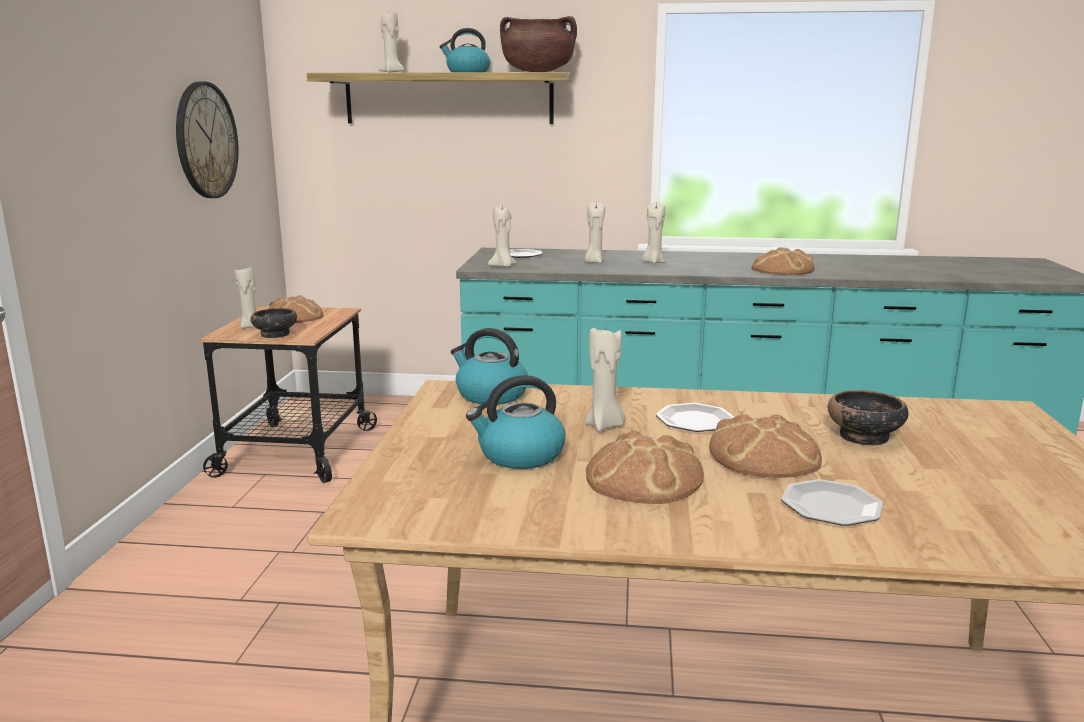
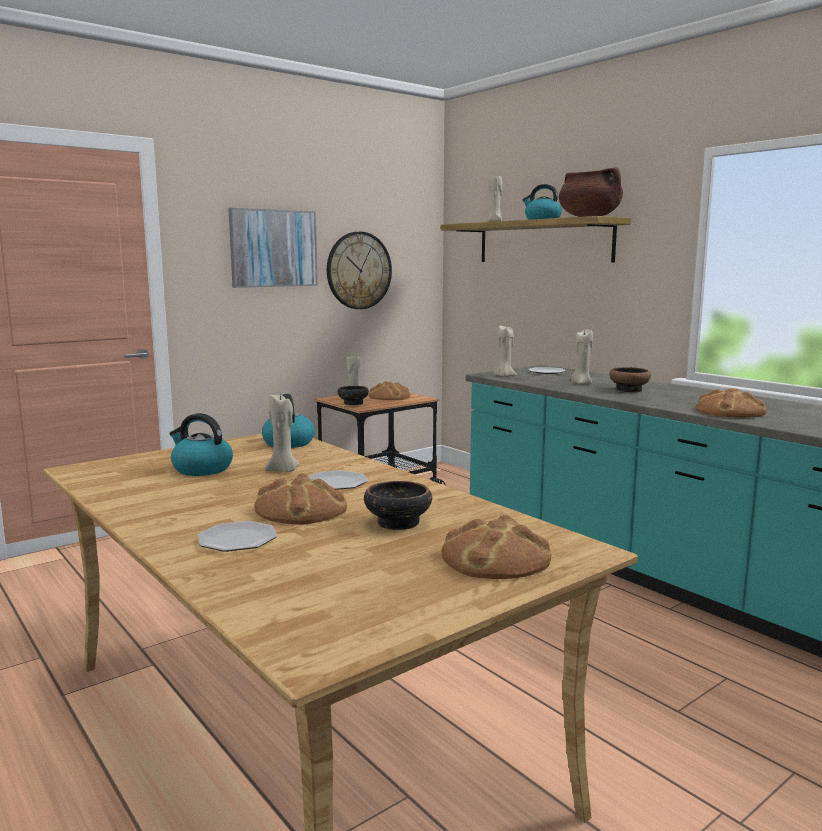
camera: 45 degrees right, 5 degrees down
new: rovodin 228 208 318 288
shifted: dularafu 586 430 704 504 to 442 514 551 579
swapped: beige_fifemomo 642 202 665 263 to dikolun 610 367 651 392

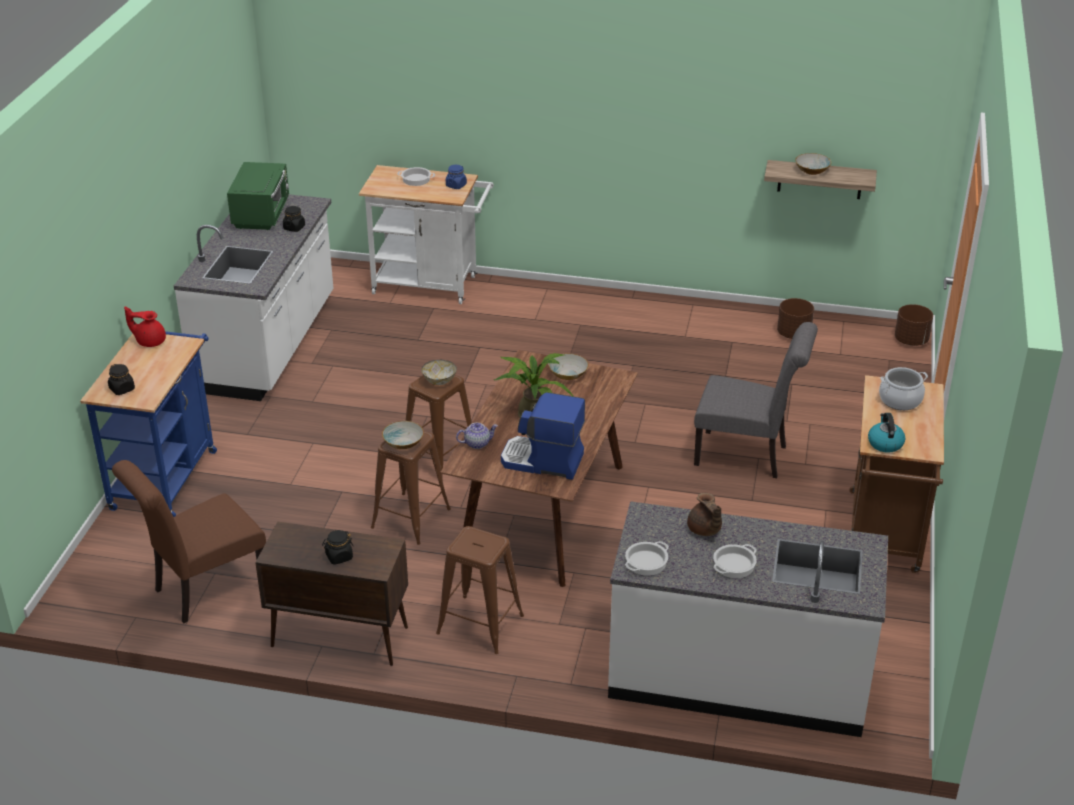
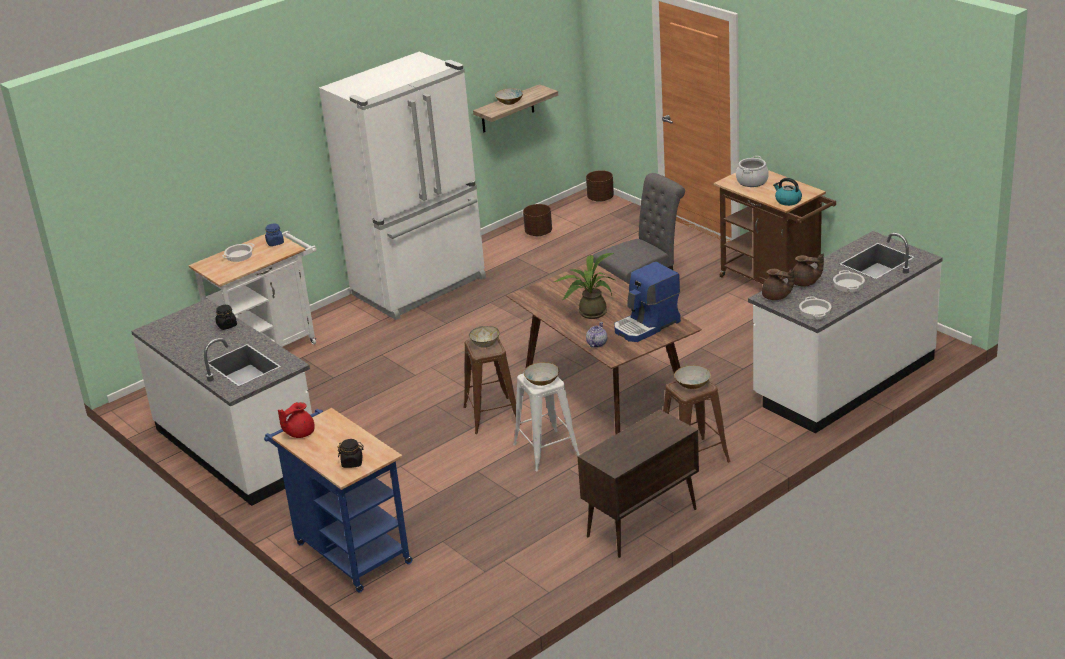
camera: 50 degrees left, 5 degrees down
gone: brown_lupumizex 112 460 266 623; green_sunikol 227 162 289 230; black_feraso 322 530 354 565
new: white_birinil 319 52 486 320; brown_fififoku 762 269 794 300
shifted: dikolun 549 353 589 380 to 674 365 711 389
repainted: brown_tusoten 371 431 451 545 to white_tusoten 513 373 580 471

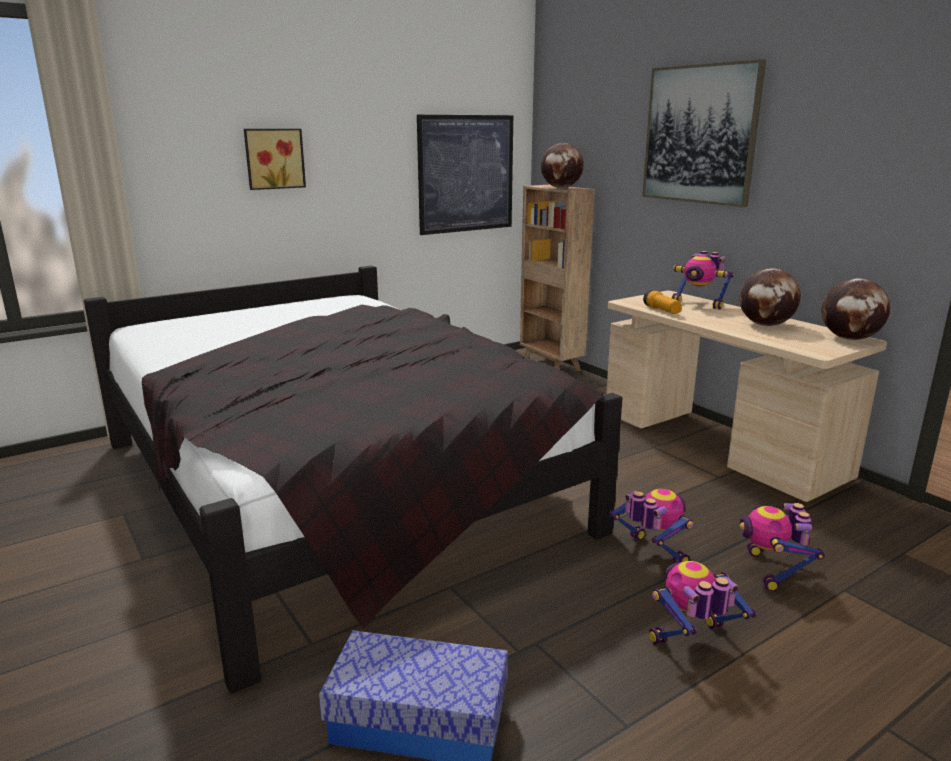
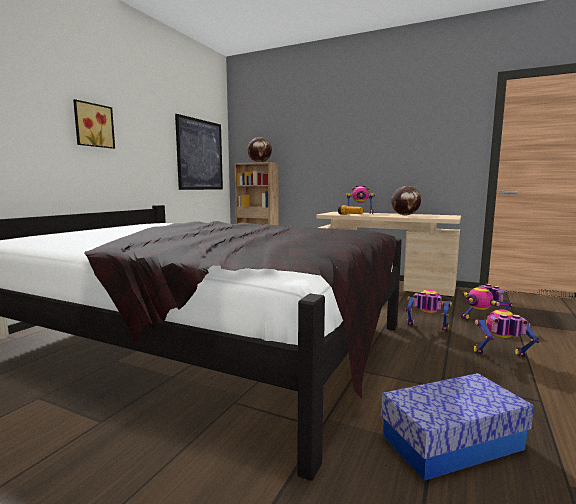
camera: 30 degrees left, 10 degrees down
gone: rovodin 642 59 766 207; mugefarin 822 279 890 340
rotated: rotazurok 649 561 756 645 = 474 309 540 357 60 degrees clockwise

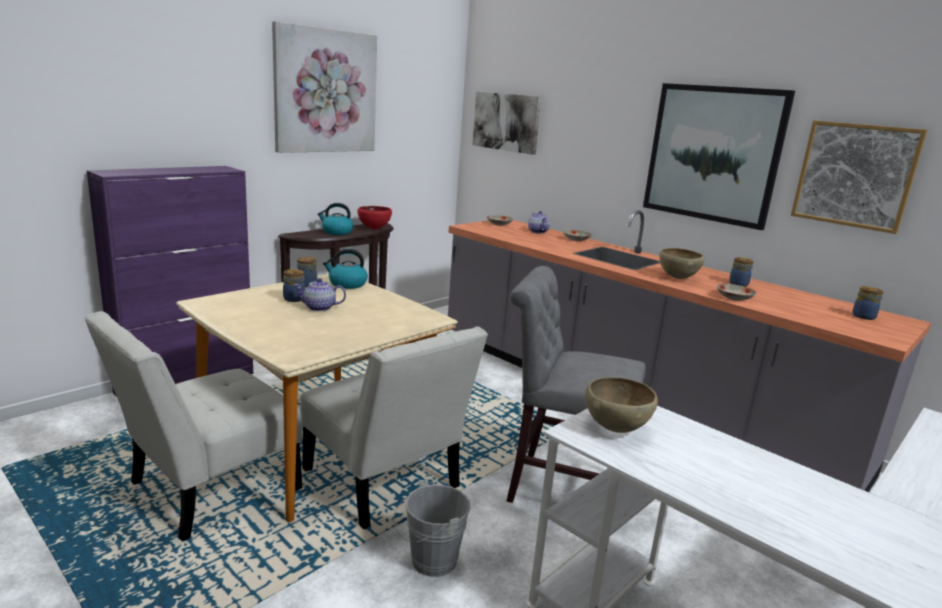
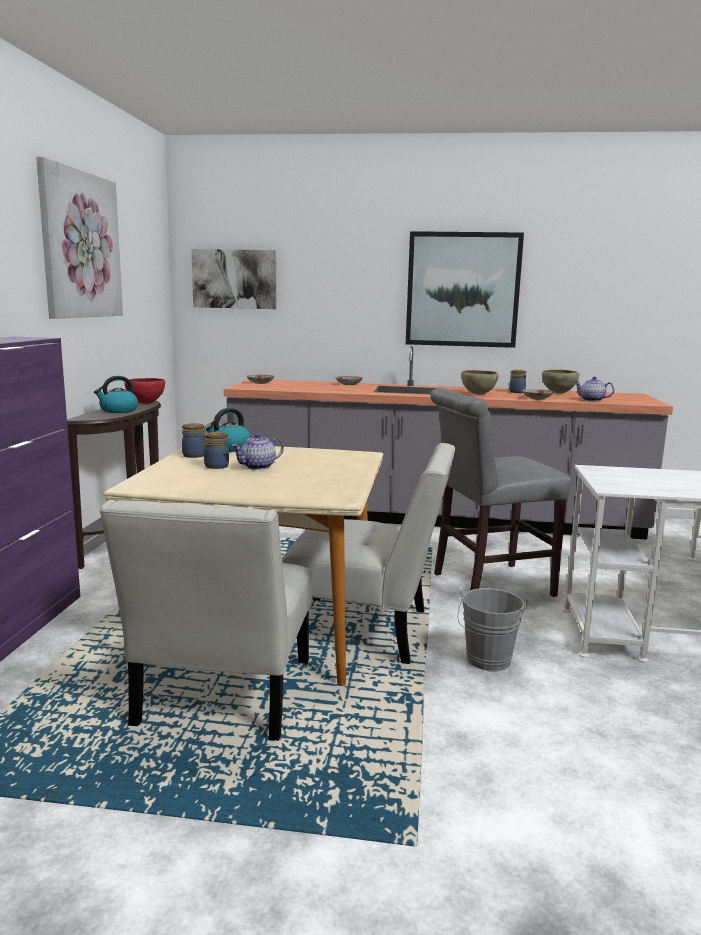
camera: 35 degrees left, 5 degrees down
gone: rovodin 791 120 928 234; feraso 853 286 883 320
shifted: fififoku 528 211 550 234 to 574 377 614 401; brown_dikolun 586 377 658 433 to 542 370 579 393

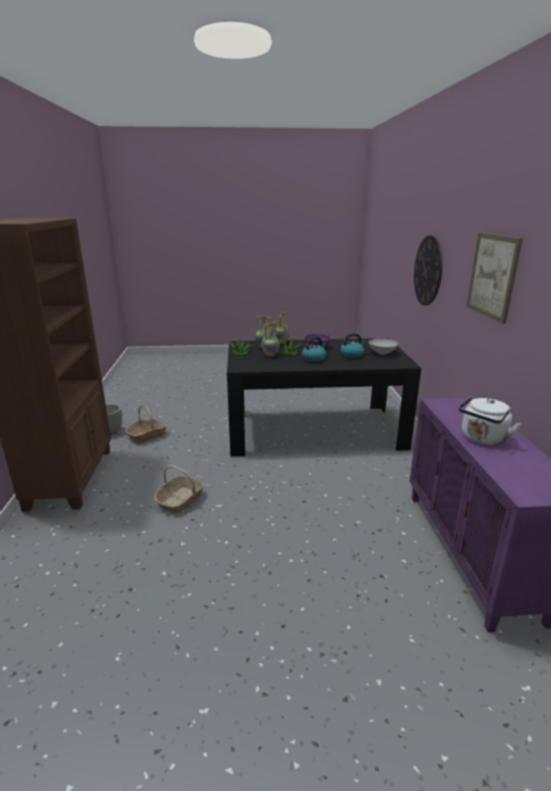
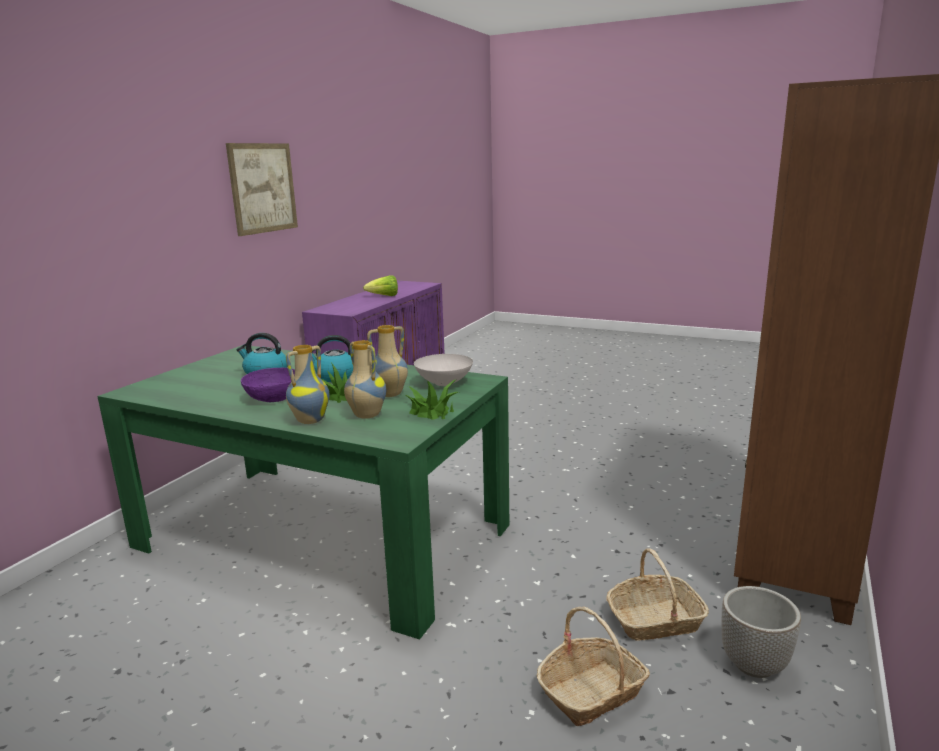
camera: 150 degrees left, 5 degrees down
gone: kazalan 414 235 443 305
shifted: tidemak 154 465 204 513 to 537 607 650 726; white_dikolun 369 338 399 355 to 414 354 473 386
swapped: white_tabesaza 459 396 522 445 to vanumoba 363 275 398 296
repainted: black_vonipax 227 338 421 456 to green_vonipax 97 345 509 640

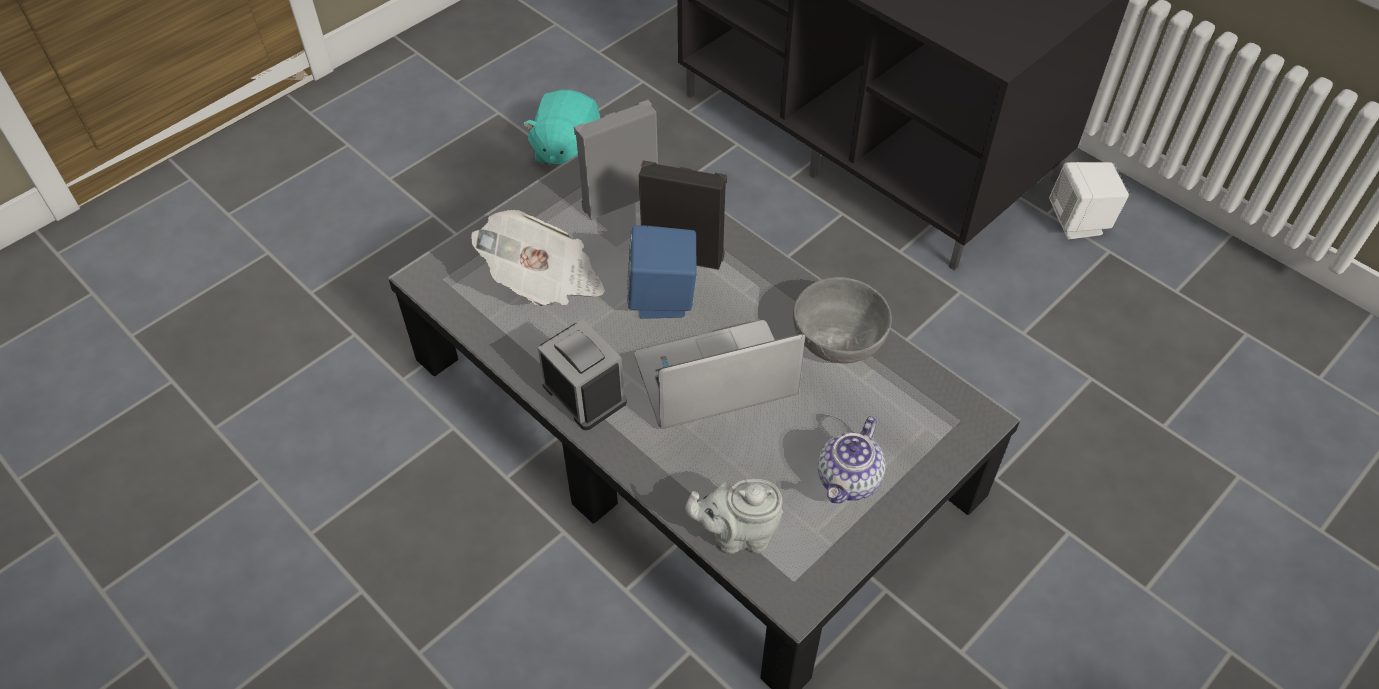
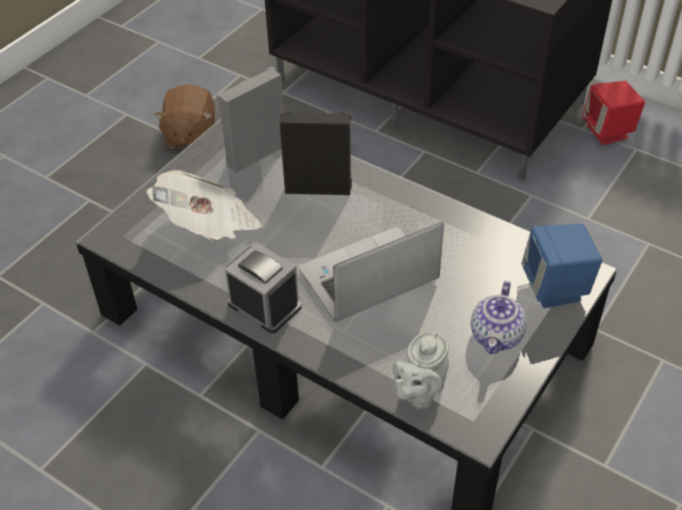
camera: 10 degrees left, 5 degrees down
gone: grey_dikolun 793 277 892 364
shifted: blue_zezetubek 627 225 697 319 to 522 224 602 308
repainted: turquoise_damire 523 90 600 165 to brown_damire 154 84 215 148; white_zezetubek 1049 162 1129 239 to red_zezetubek 582 81 645 145
rotated: grey_fififoku 685 479 783 554 = 393 332 449 410 45 degrees counterclockwise

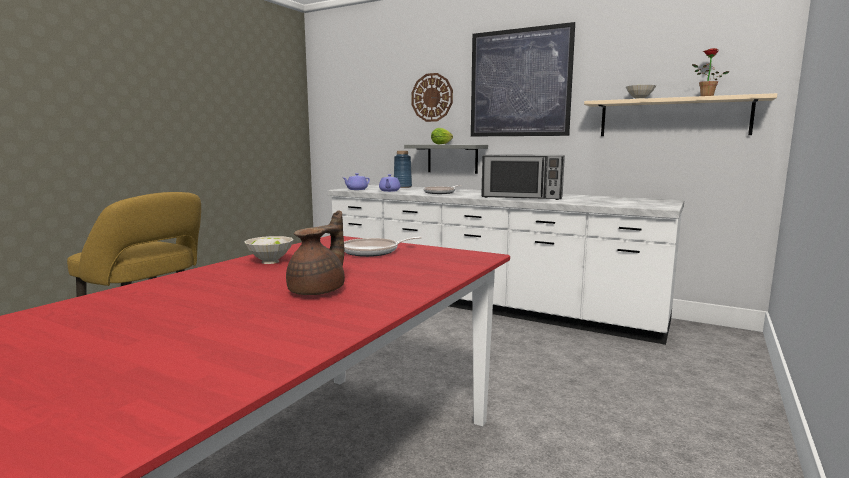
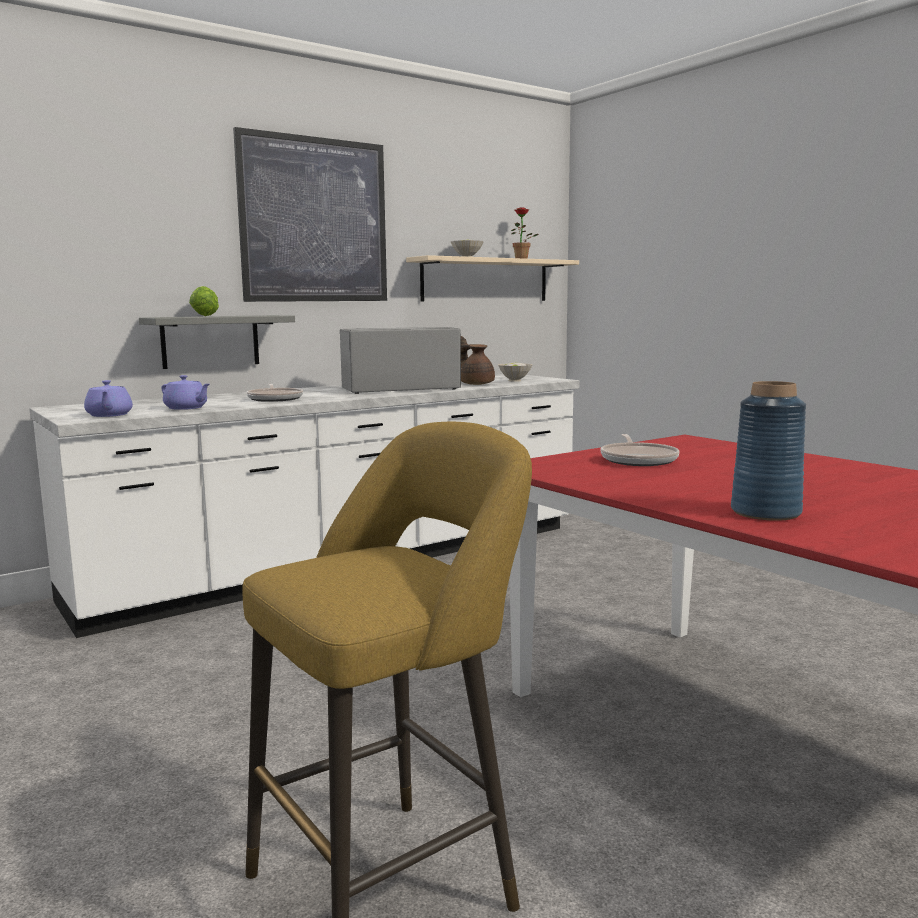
camera: 65 degrees left, 0 degrees up
gone: kazalan 412 73 453 122
shifted: white_dikolun 244 236 294 264 to 498 363 532 382; brown_fififoku 286 210 345 295 to 461 336 495 385; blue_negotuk 394 151 412 188 to 731 381 806 521
rotated: sunikol 481 154 565 200 = 340 327 461 394 150 degrees counterclockwise

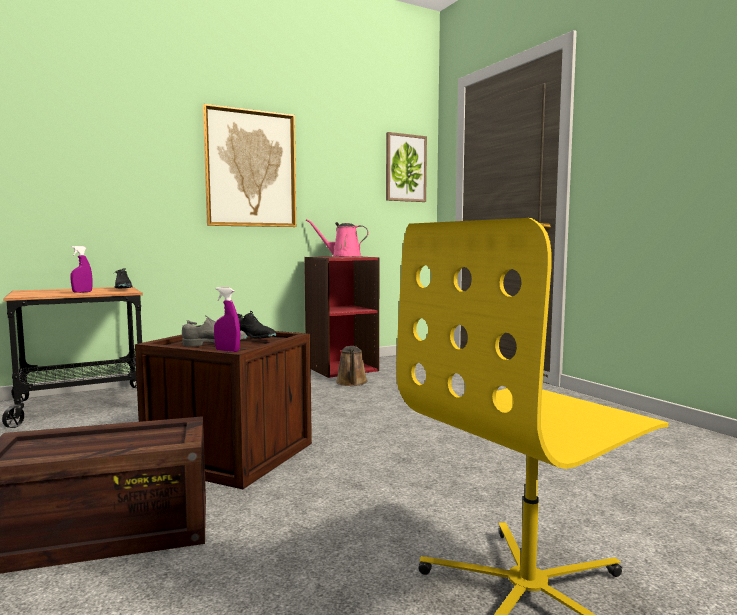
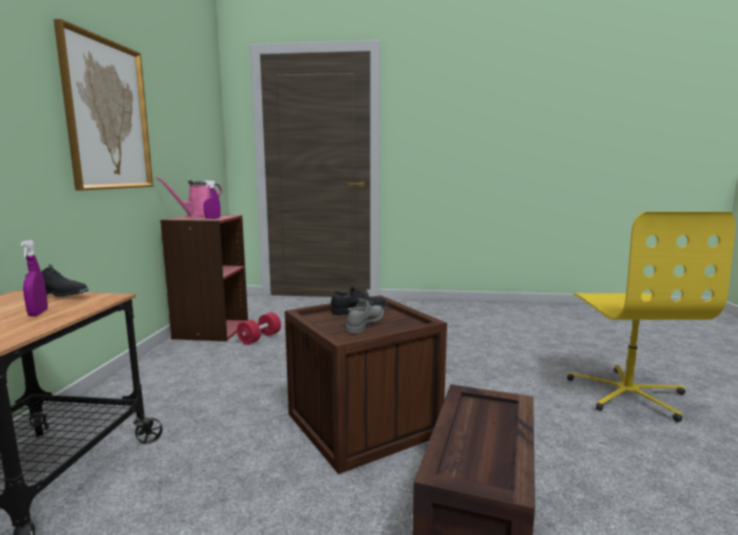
camera: 55 degrees left, 5 degrees up
gone: rovodin 386 132 427 202
shifted: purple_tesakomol 214 287 240 352 to 203 180 221 219
swapped: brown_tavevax 336 346 368 386 to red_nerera 237 312 281 345

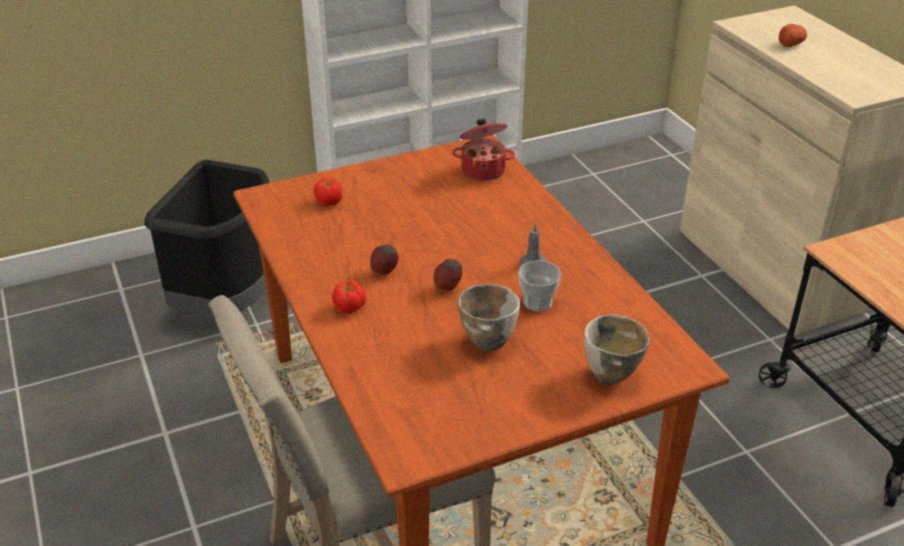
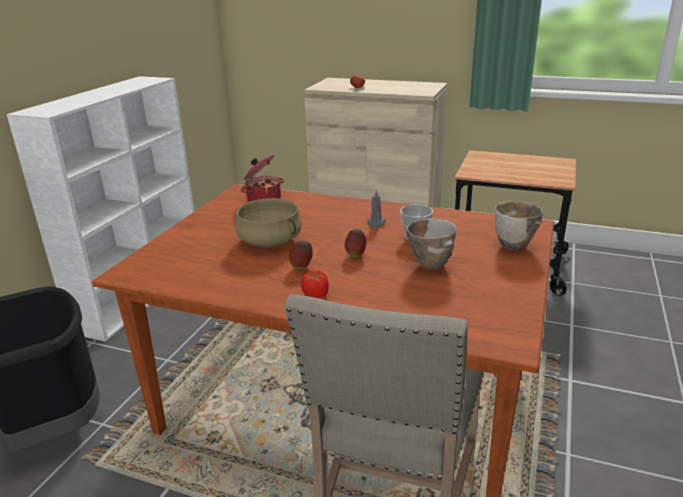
camera: 45 degrees left, 10 degrees down
gone: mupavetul 314 177 342 206
new: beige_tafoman 235 198 302 247

